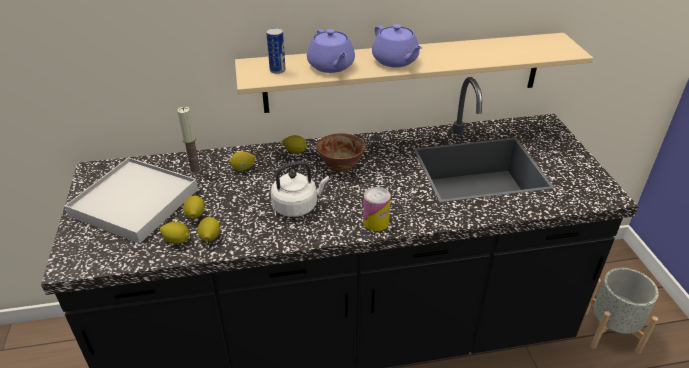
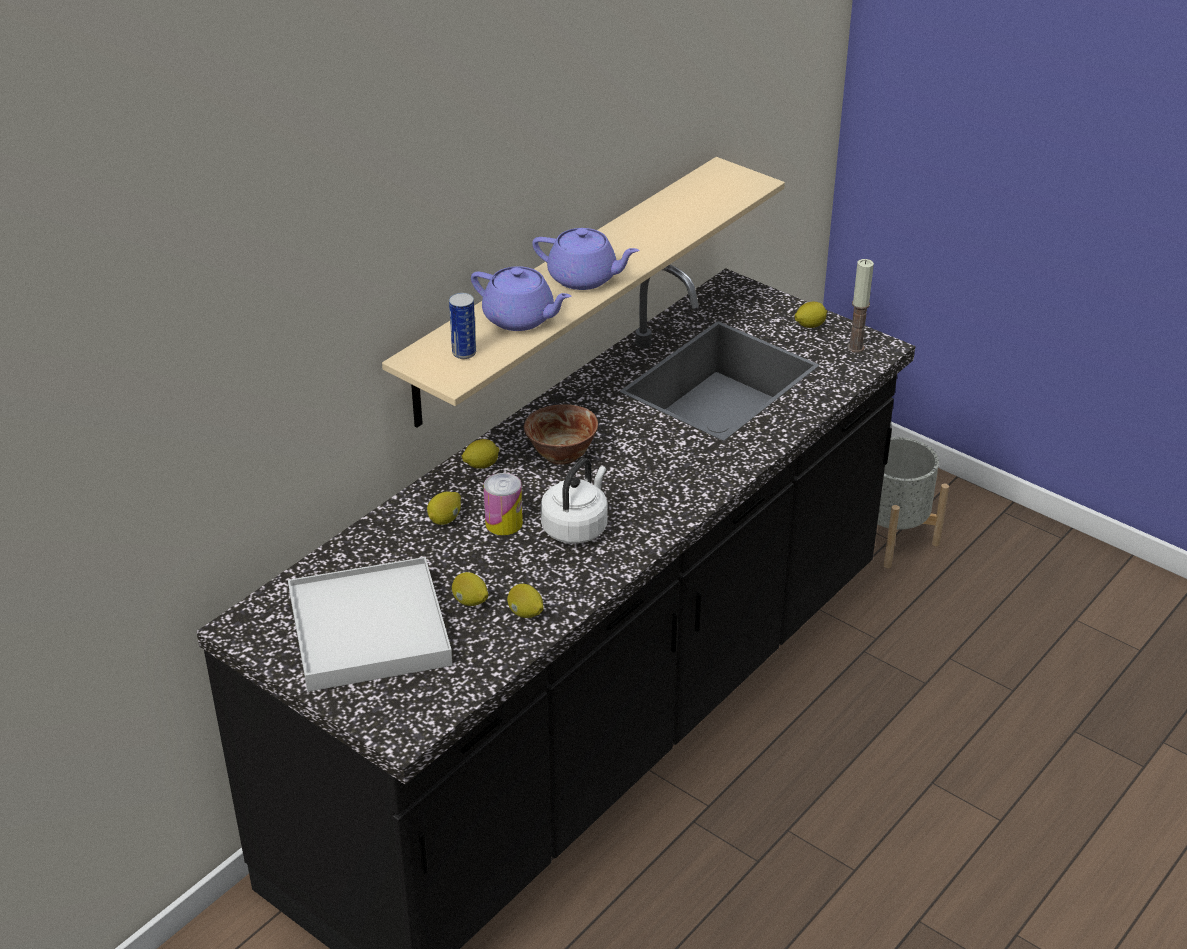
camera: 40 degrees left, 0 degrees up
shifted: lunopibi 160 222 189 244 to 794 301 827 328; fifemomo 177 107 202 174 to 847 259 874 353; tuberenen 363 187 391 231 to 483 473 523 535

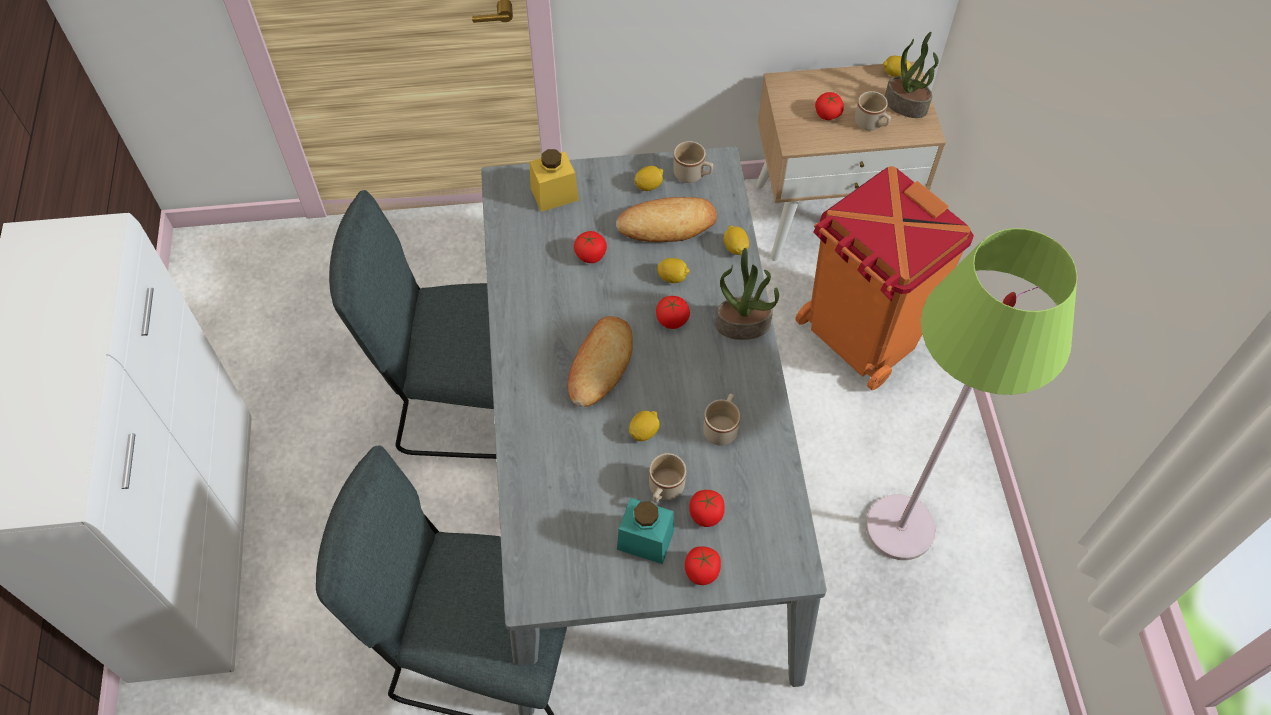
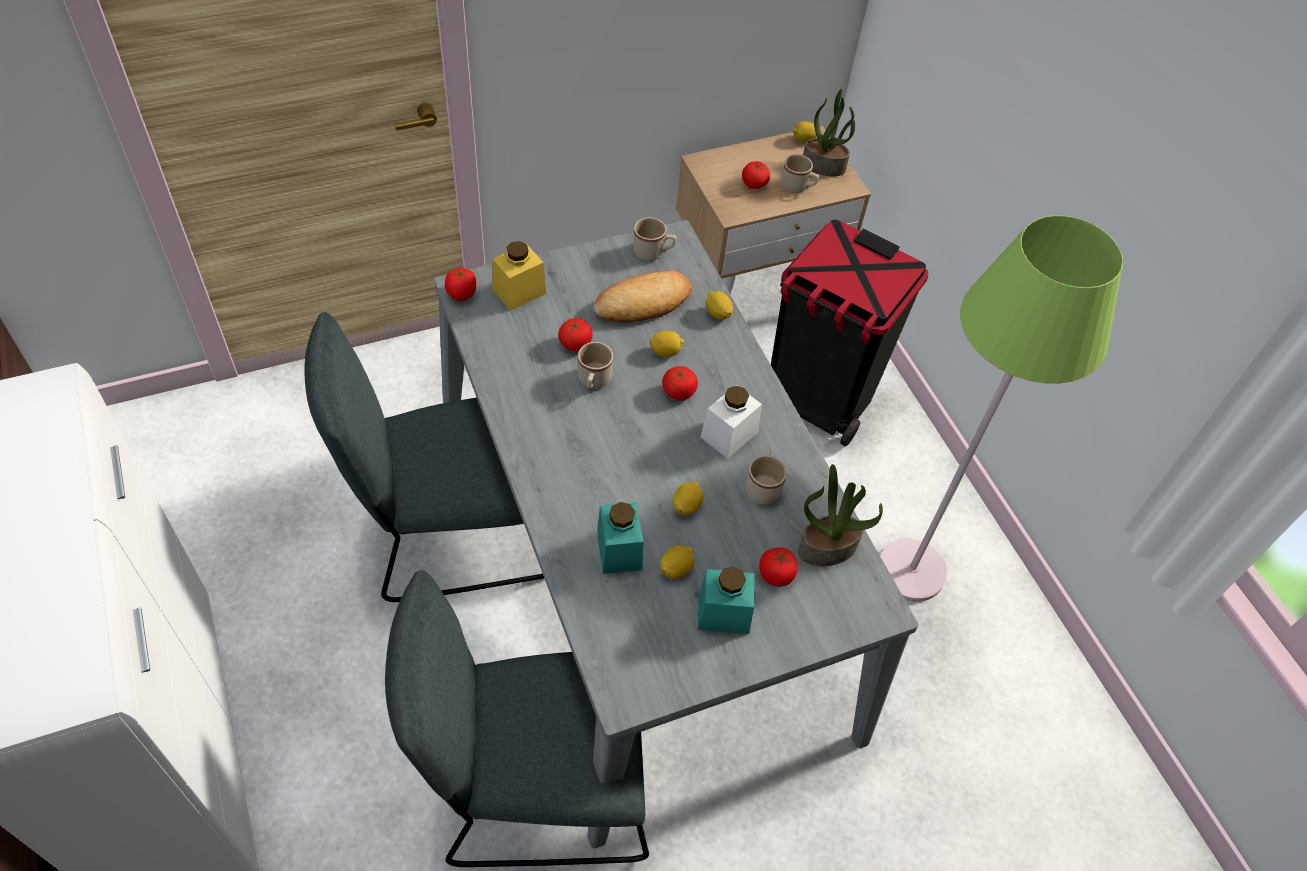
camera: 20 degrees left, 5 degrees down
gone: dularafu 567 316 633 407
new: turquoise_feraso 597 502 643 574; white_feraso 701 385 762 459
shifted: lunopibi 634 166 663 191 to 660 545 695 579; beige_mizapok 649 453 686 503 to 578 342 613 389; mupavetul 685 547 721 585 to 445 268 476 301; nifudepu 716 248 779 340 to 798 464 883 566
repainted: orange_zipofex 796 166 974 390 to black_zipofex 771 219 928 446

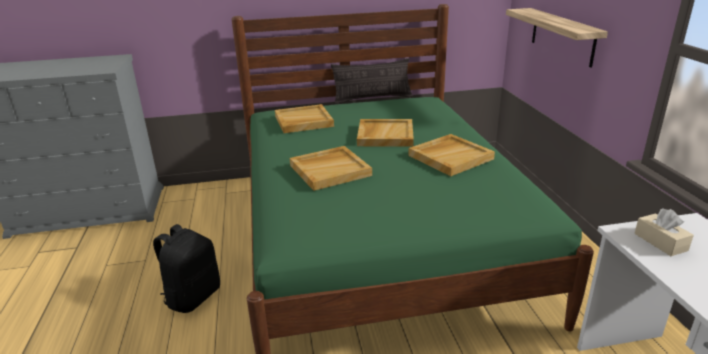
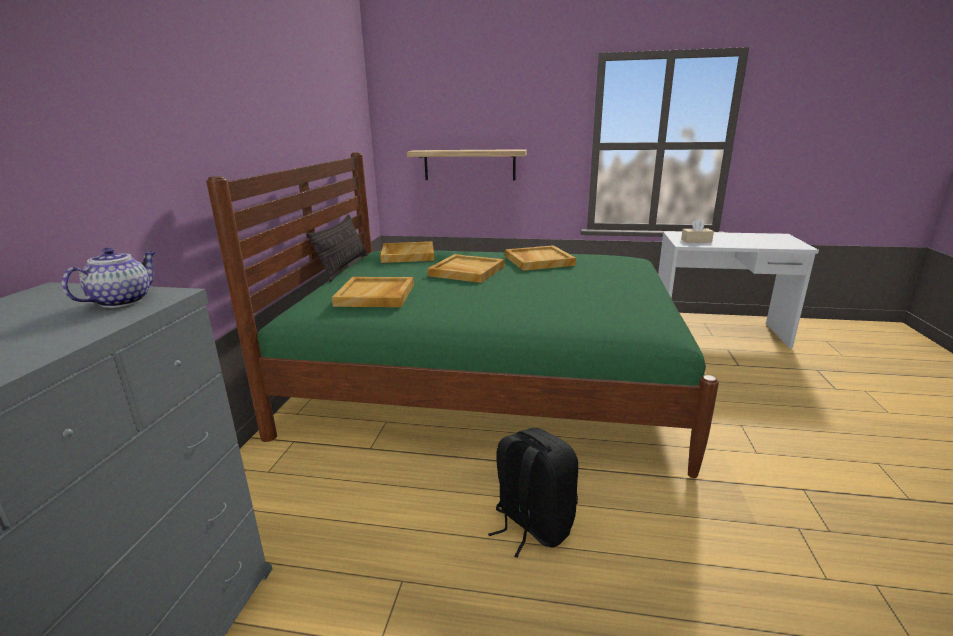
camera: 70 degrees left, 5 degrees down
new: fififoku 62 248 156 308
shifted: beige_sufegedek 290 146 372 191 to 380 241 434 263

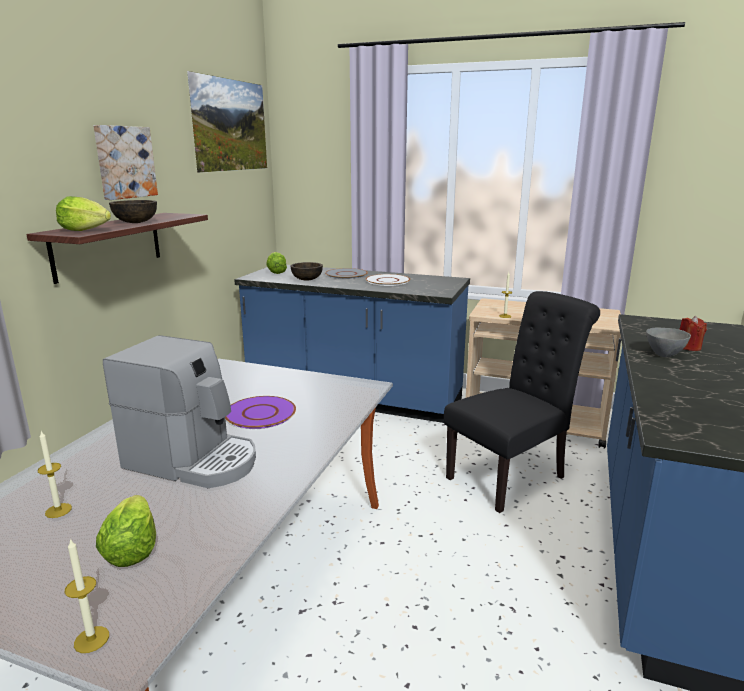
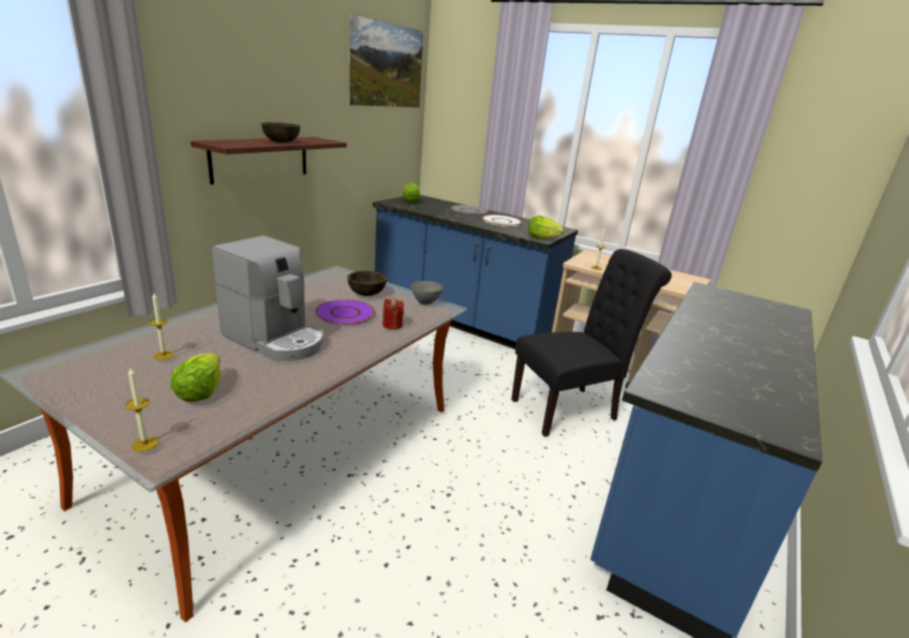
camera: 10 degrees right, 5 degrees up
gone: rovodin 93 125 158 200
shifted: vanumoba 56 196 111 231 to 528 216 564 239; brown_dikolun 290 262 323 281 to 347 271 387 296; grey_dikolun 646 328 691 357 to 411 281 443 304; red_fifemomo 680 316 707 351 to 382 298 404 330

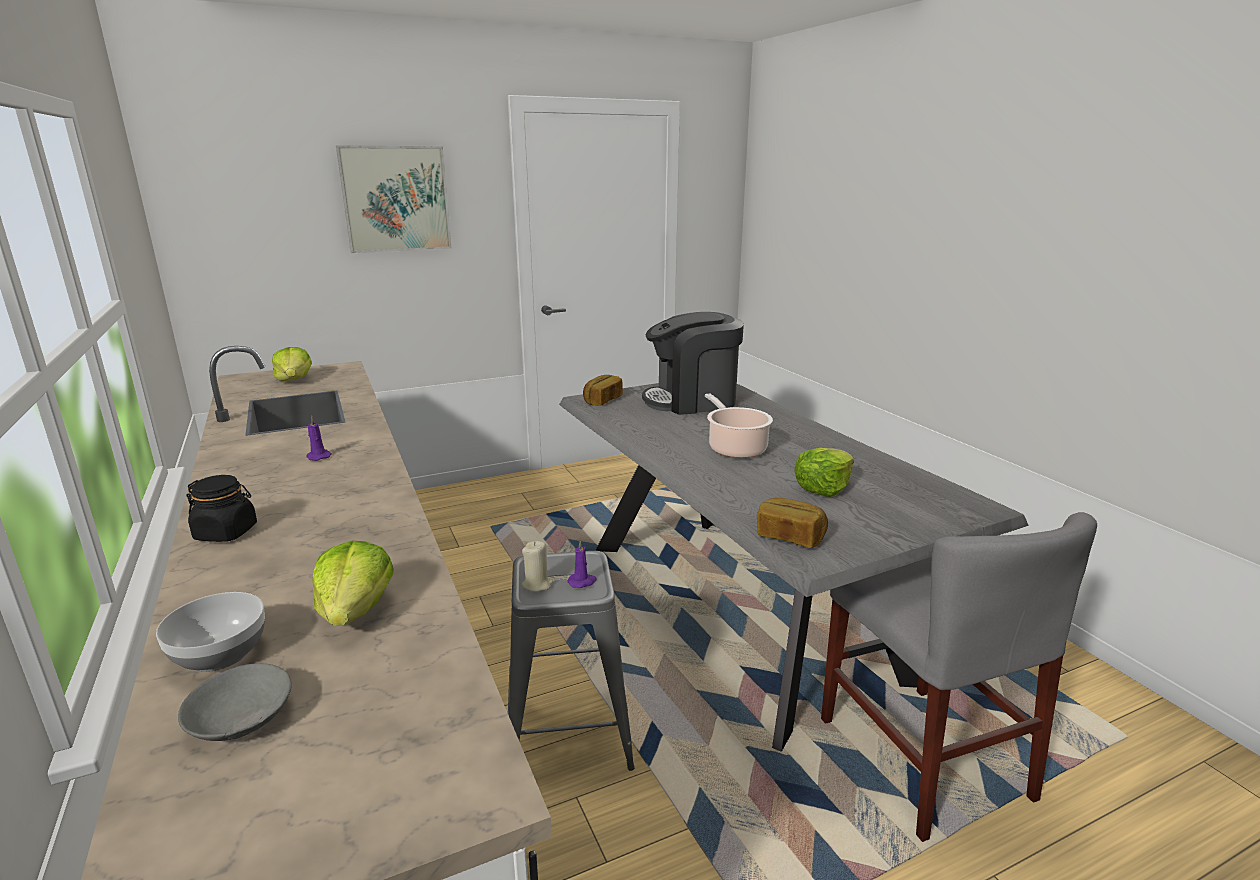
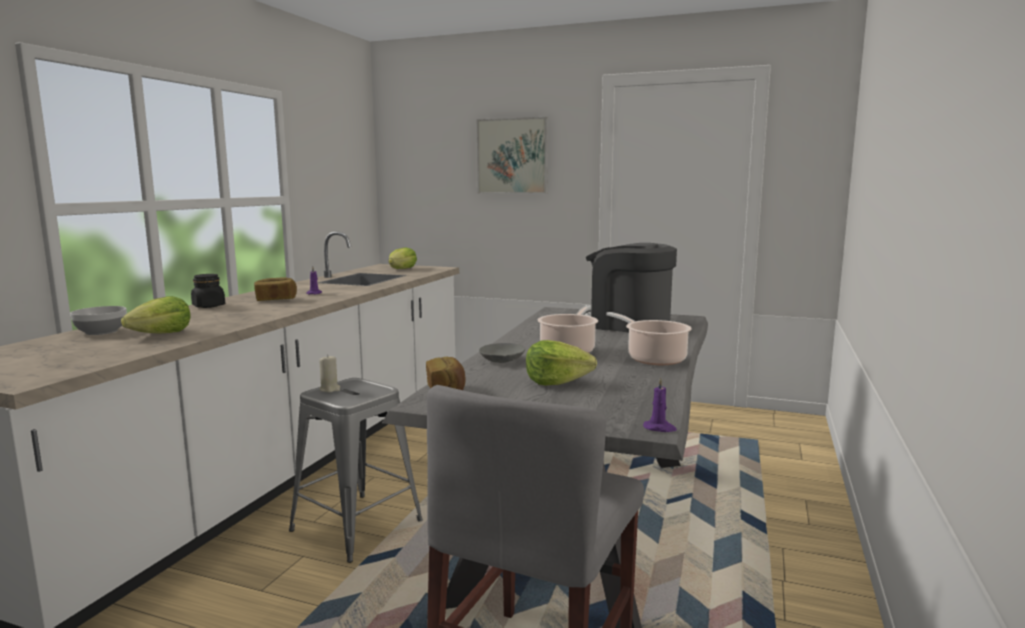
camera: 45 degrees right, 10 degrees down
new: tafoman 607 312 692 365
shifted: grey_dikolun 178 663 292 741 to 479 343 525 363; purple_fifemomo 567 540 597 588 to 643 378 677 432; dularafu 583 375 622 406 to 254 277 297 301

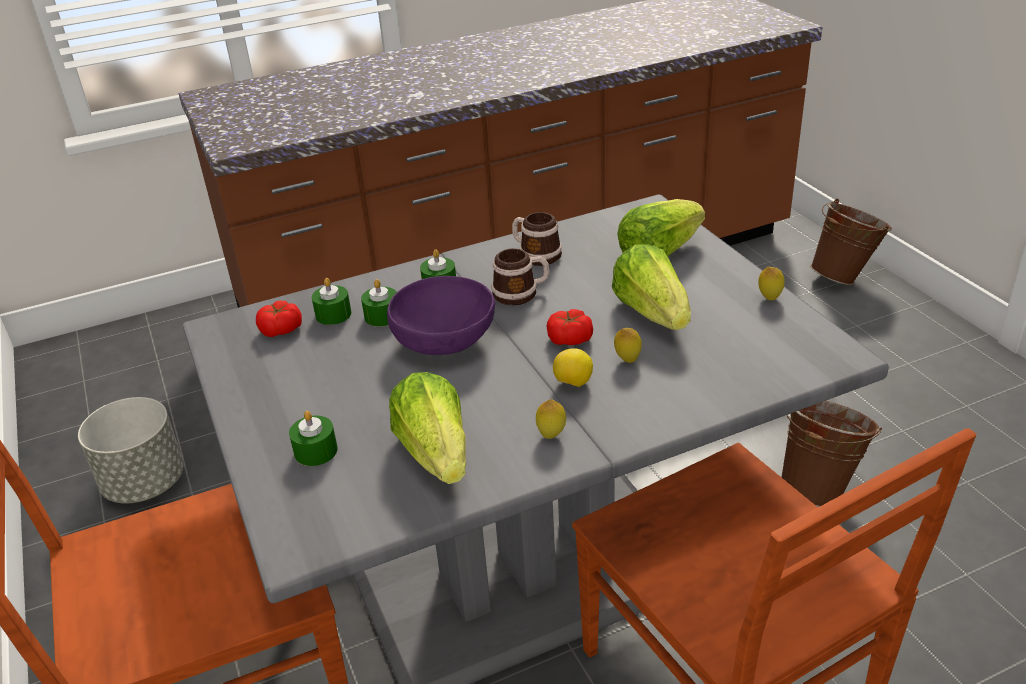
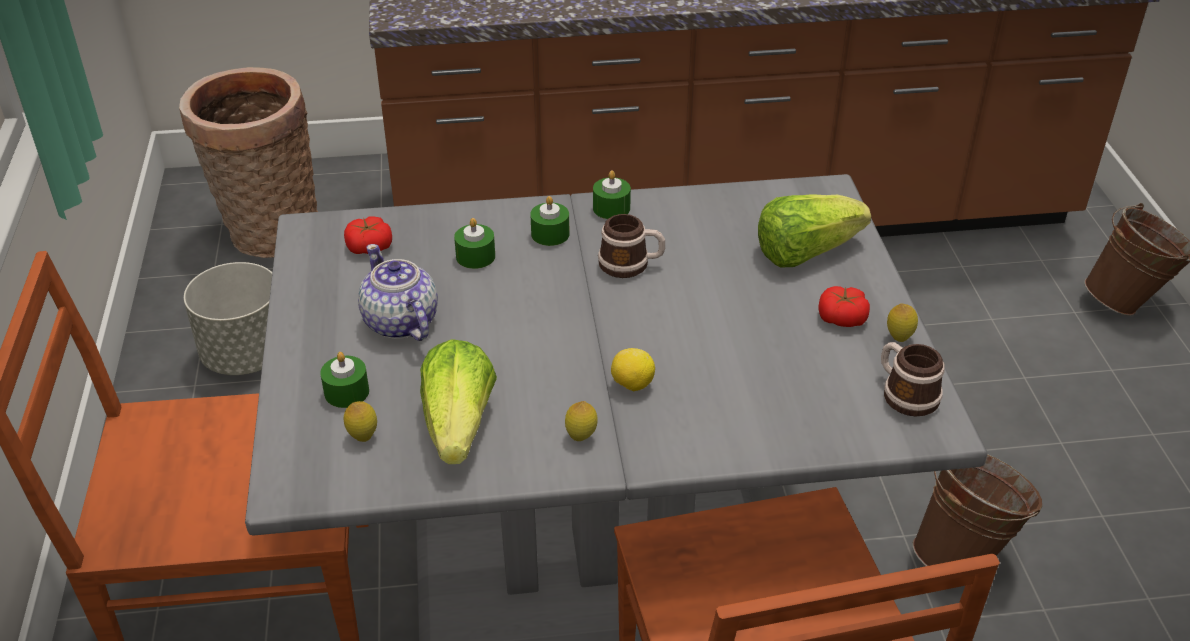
camera: 15 degrees right, 5 degrees up
gone: purple_dikolun 387 276 496 355; vanumoba 612 244 691 330
new: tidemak 179 67 318 258; fififoku 358 244 438 341
shifted: green_fifemomo 312 278 351 325 to 593 170 631 219; mizapok 512 212 562 266 to 881 342 945 417; mupavetul 547 309 593 345 to 819 286 870 327; lunopibi 614 328 642 363 to 344 401 377 442

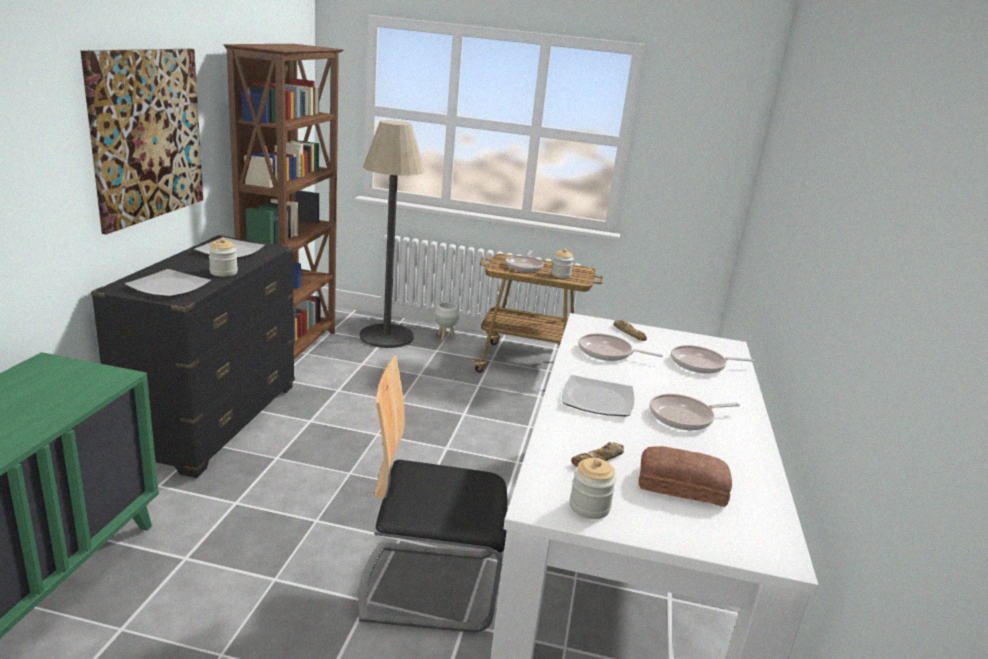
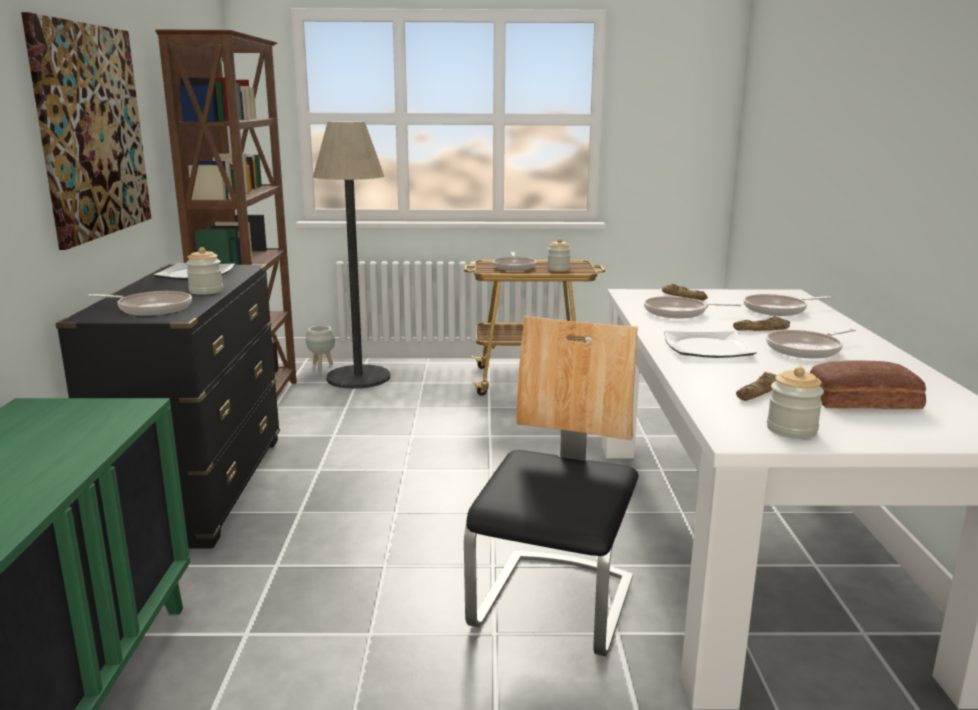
camera: 10 degrees left, 5 degrees down
new: dularafu 733 316 790 331
shifted: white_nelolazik 434 302 459 341 to 306 326 335 370
swapped: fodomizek 125 269 211 297 to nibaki 88 291 192 316
rotated: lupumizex 358 356 507 633 = 464 316 639 657 120 degrees clockwise

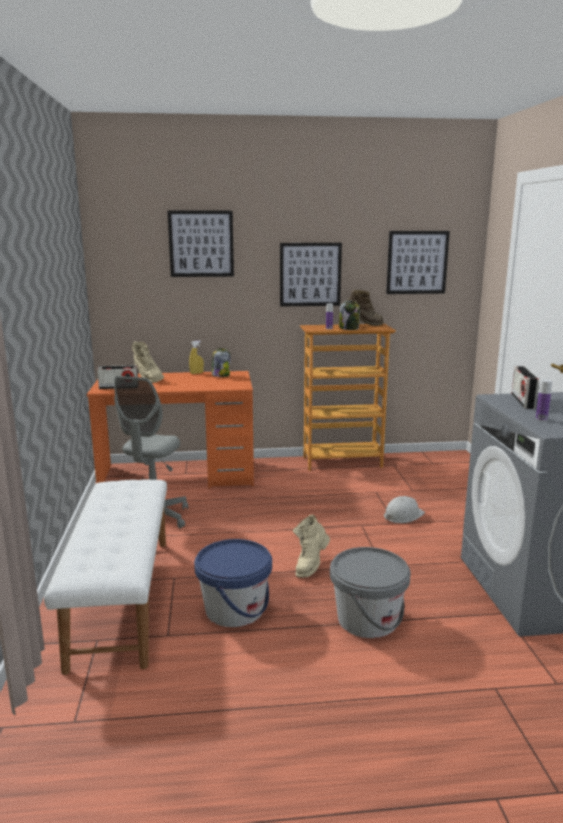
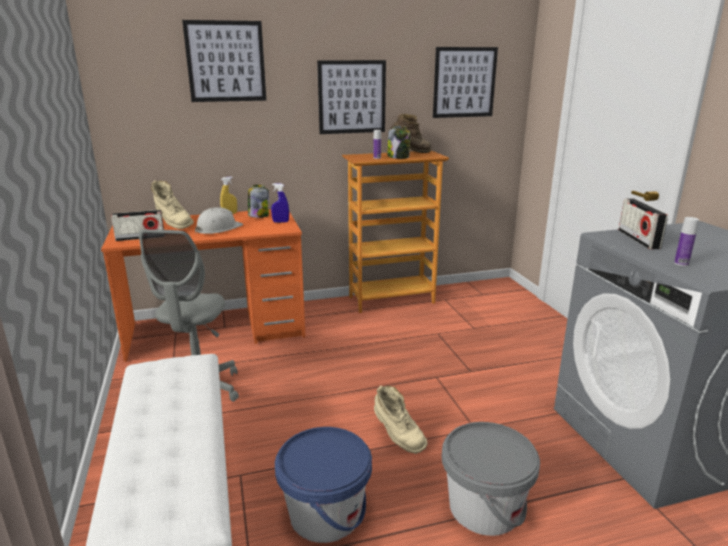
camera: 10 degrees left, 5 degrees up
new: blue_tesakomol 271 183 289 223
shifted: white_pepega 384 496 425 523 to 195 207 243 234
rotated: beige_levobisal 293 515 330 578 = 374 385 428 454 60 degrees counterclockwise

